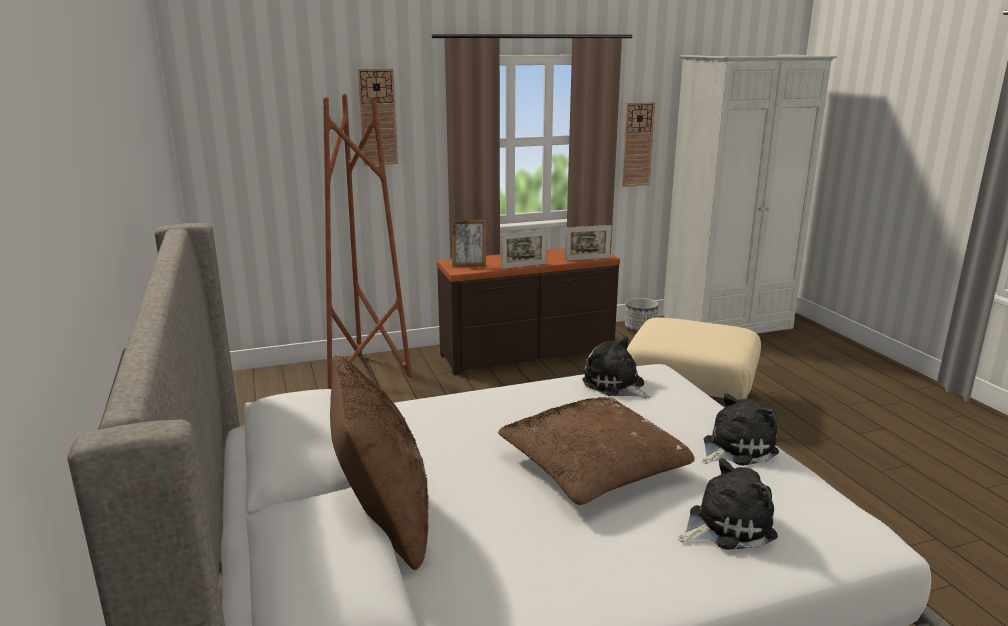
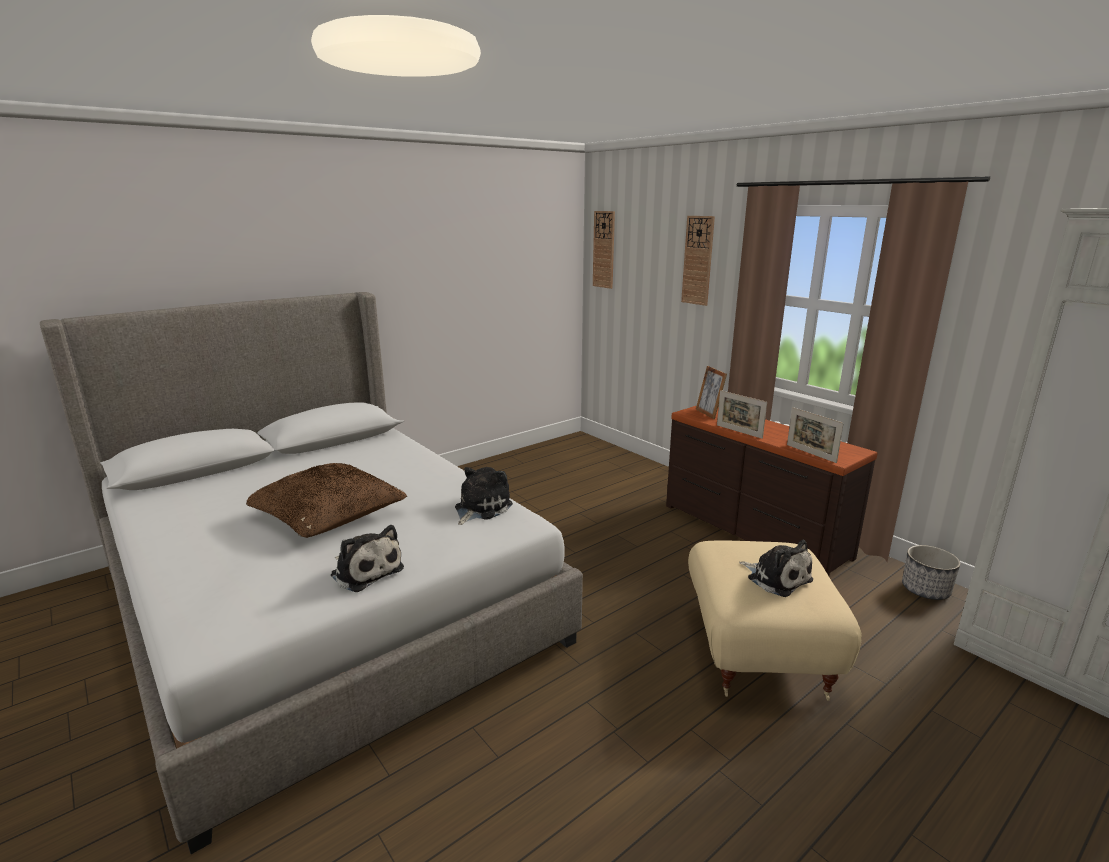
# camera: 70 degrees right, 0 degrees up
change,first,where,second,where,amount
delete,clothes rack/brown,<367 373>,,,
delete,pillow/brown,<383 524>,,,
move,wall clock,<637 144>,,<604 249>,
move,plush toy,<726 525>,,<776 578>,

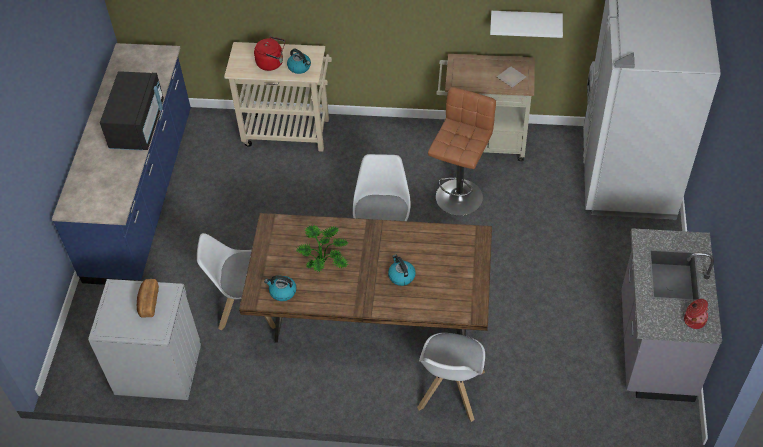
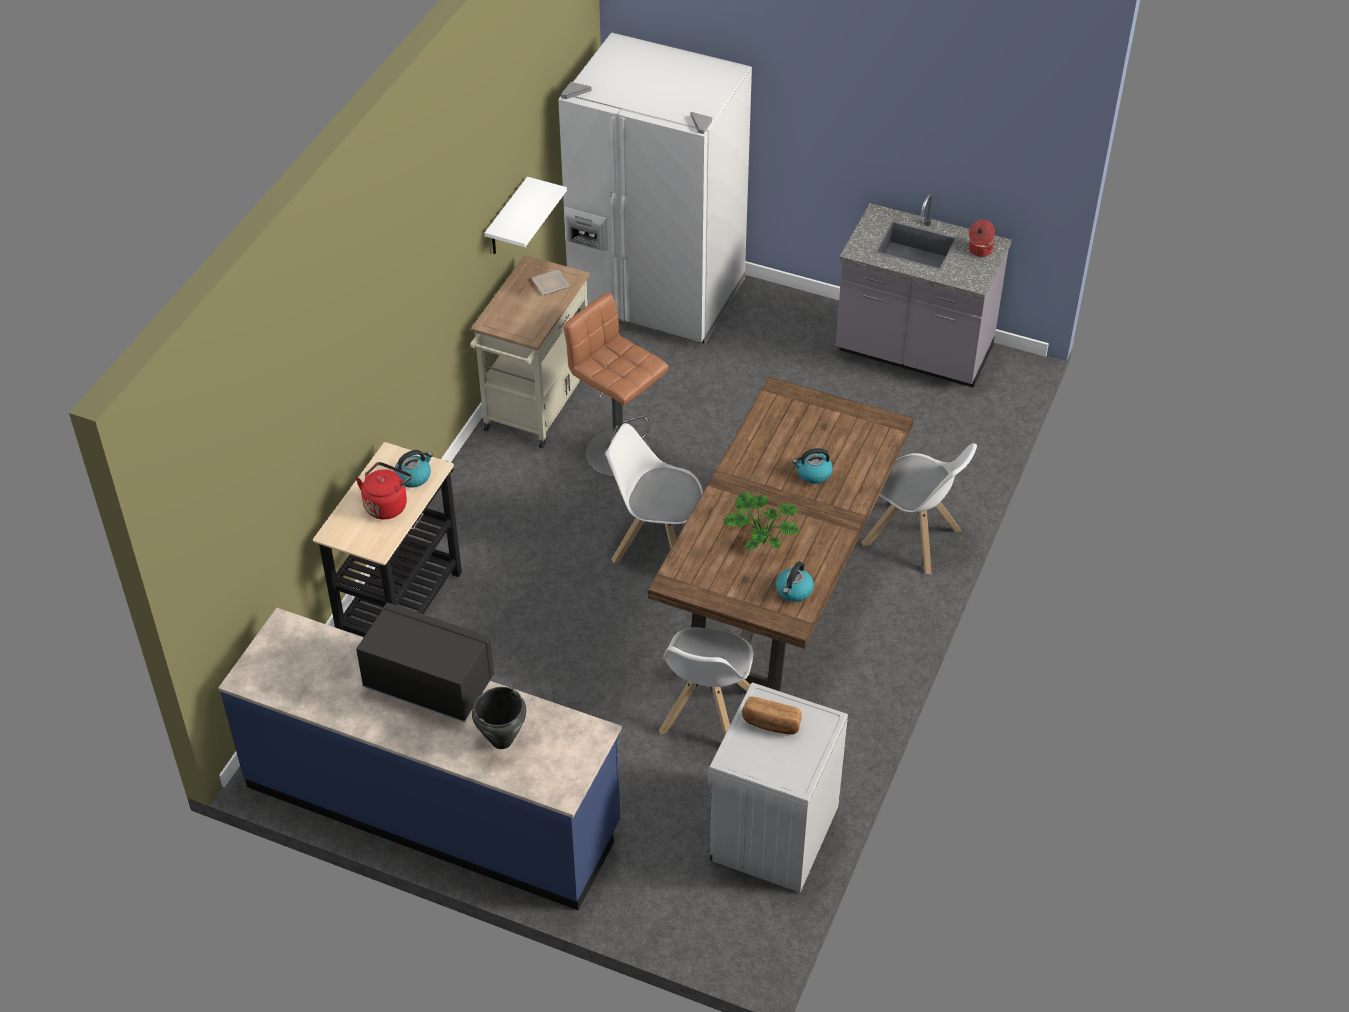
# camera: 75 degrees left, 5 degrees down
change,first,where,second,where,amount
recolor,cart/beige,<288 132>,cart/black,<402 604>,
insert,,,cooking pot/black,<501 740>,

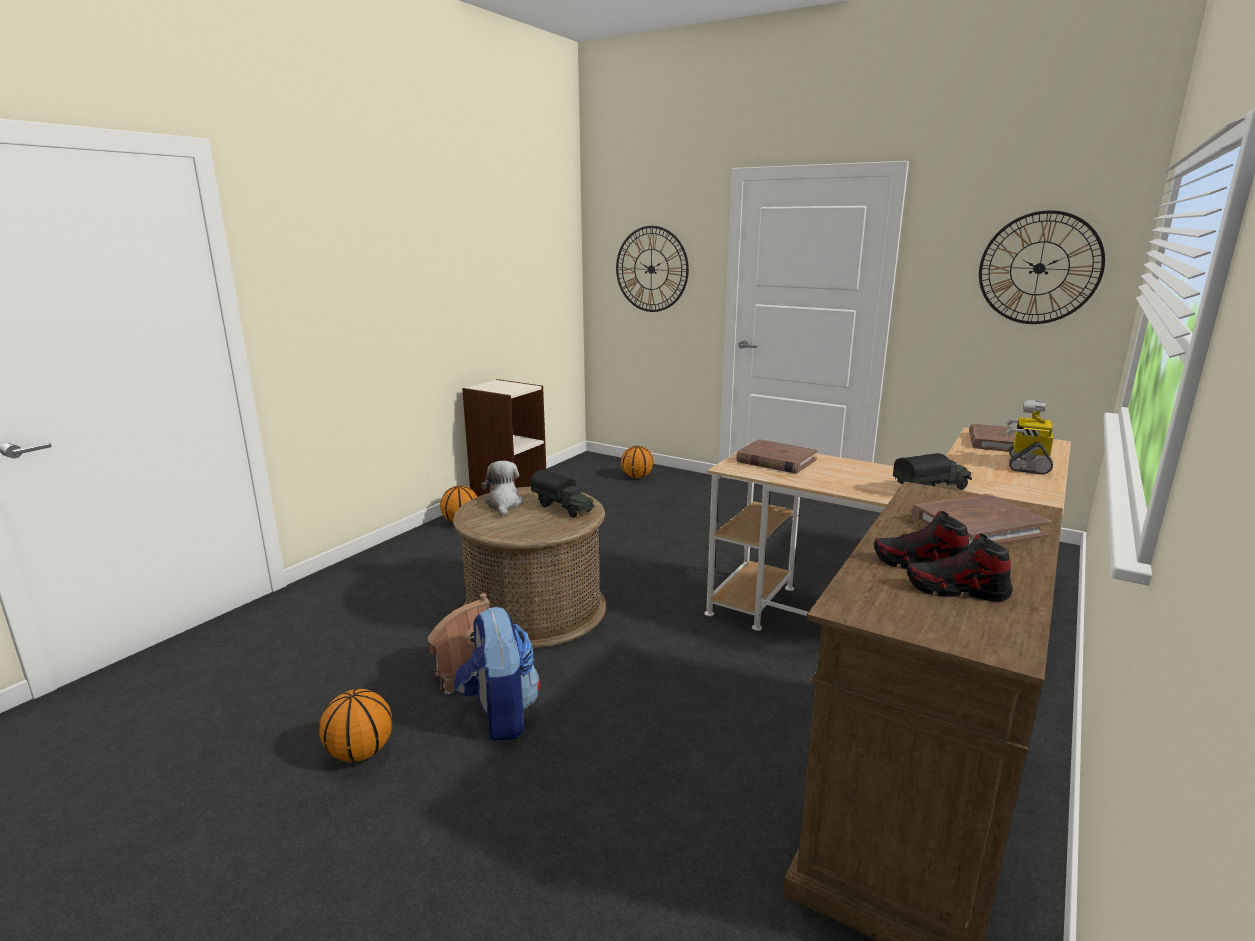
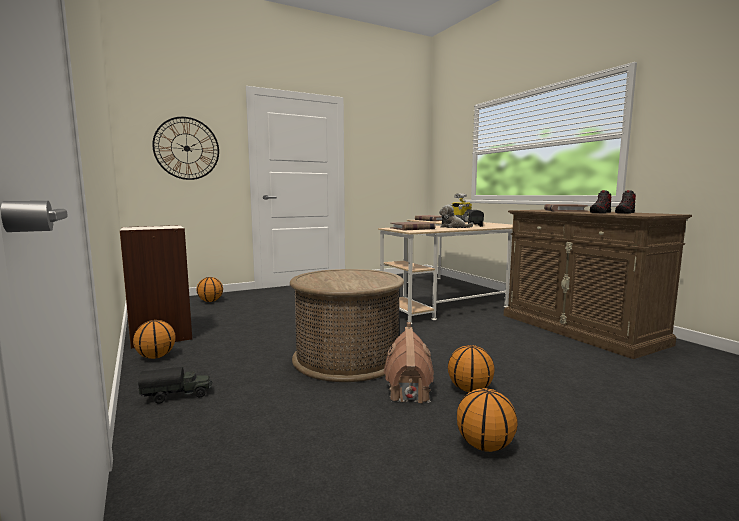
# camera: 60 degrees left, 10 degrees down
change,first,where,second,where,amount
replace,backpack,<499 715>,basketball,<469 389>,
move,plush toy,<503 504>,,<453 227>,
move,toy truck,<563 507>,,<178 395>,
delete,wall clock,<1039 268>,,,

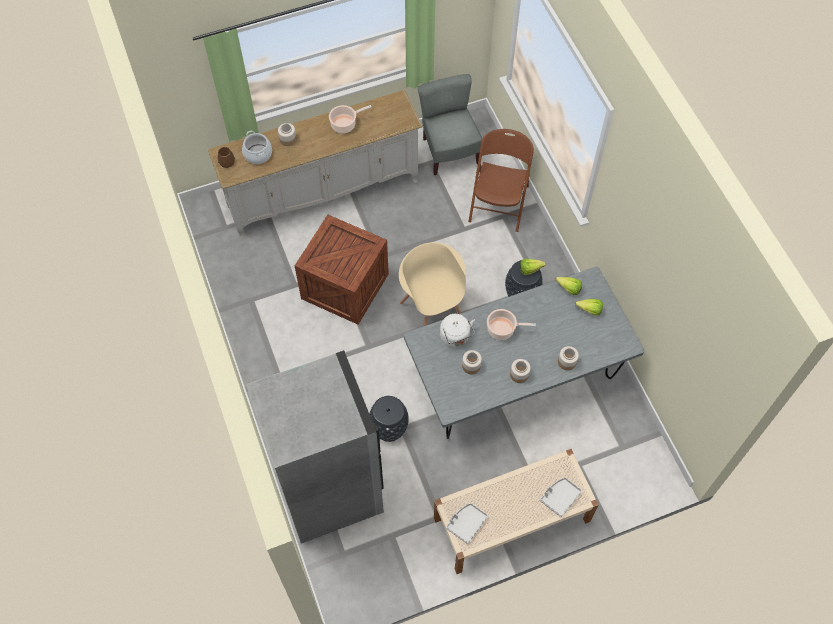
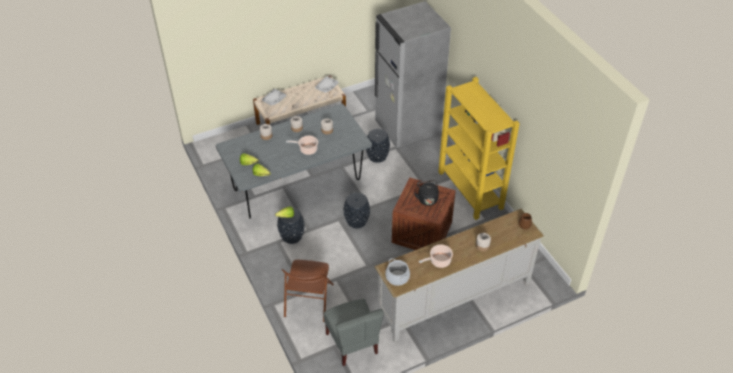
# camera: 175 degrees right, 15 degrees down
change,first,where,second,where,amount
move,cooking pot,<258 154>,,<397 277>,
replace,chair/beige,<432 311>,stool/black,<356 221>,
delete,kettle/white,<456 337>,,,
insert,,,kettle/black,<427 198>,
insert,,,bookcase/yellow,<470 190>,

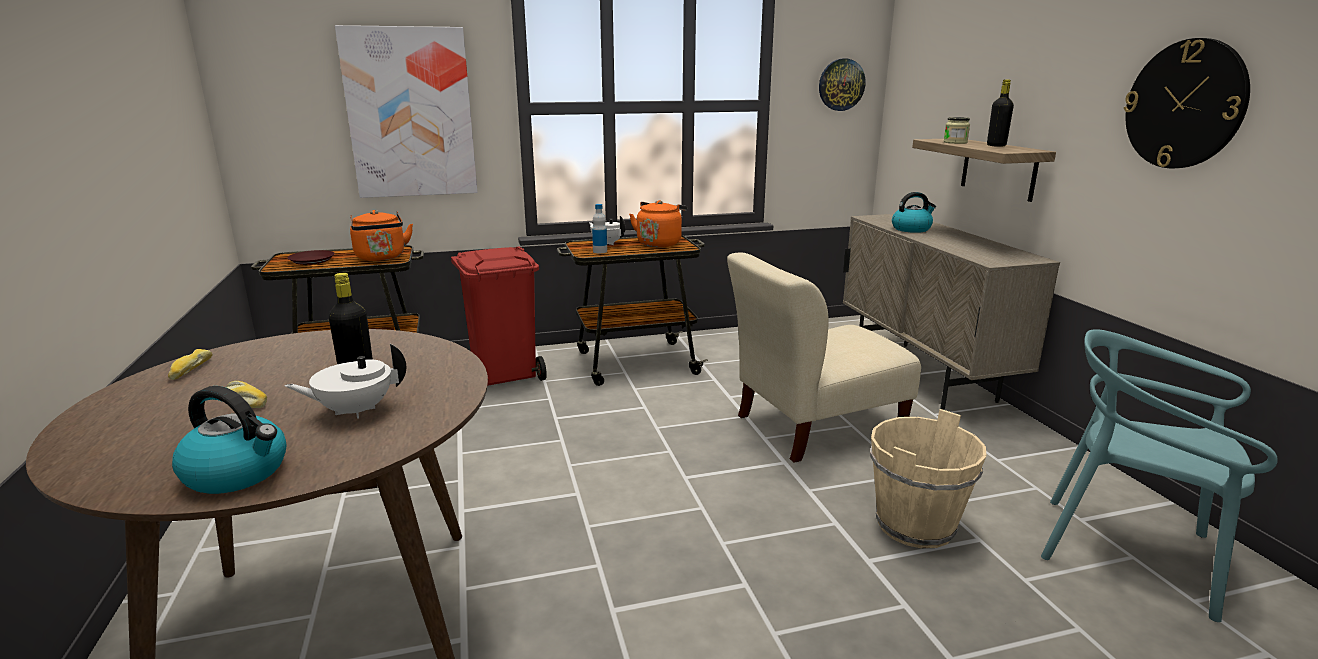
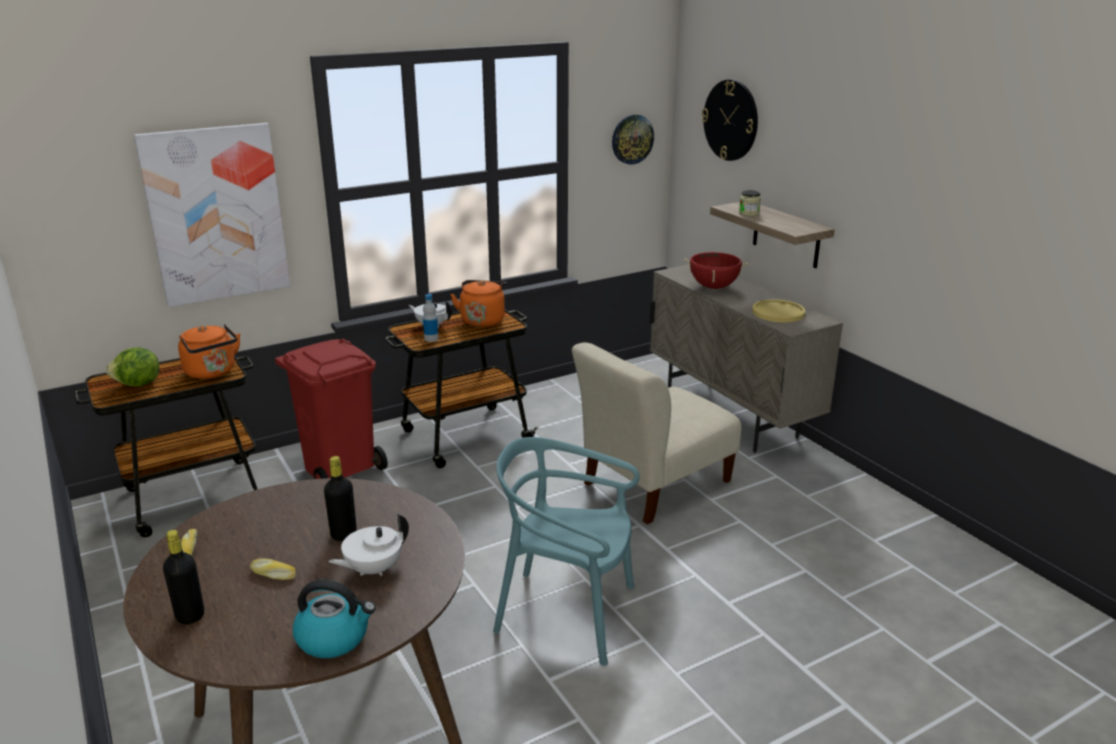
# camera: 15 degrees left, 5 degrees up
change,first,where,second,where,amount
replace,plate/brown,<312 261>,lettuce,<138 385>,
delete,bucket/beige,<915 526>,,,
replace,kettle,<911 229>,cooking pot/red,<713 287>,
move,bottle/black,<996 145>,,<190 616>,
move,chair/turquoise,<1128 552>,,<566 613>,
move,wall clock,<1185 104>,,<731 120>,
insert,,,plate/yellow,<778 312>,

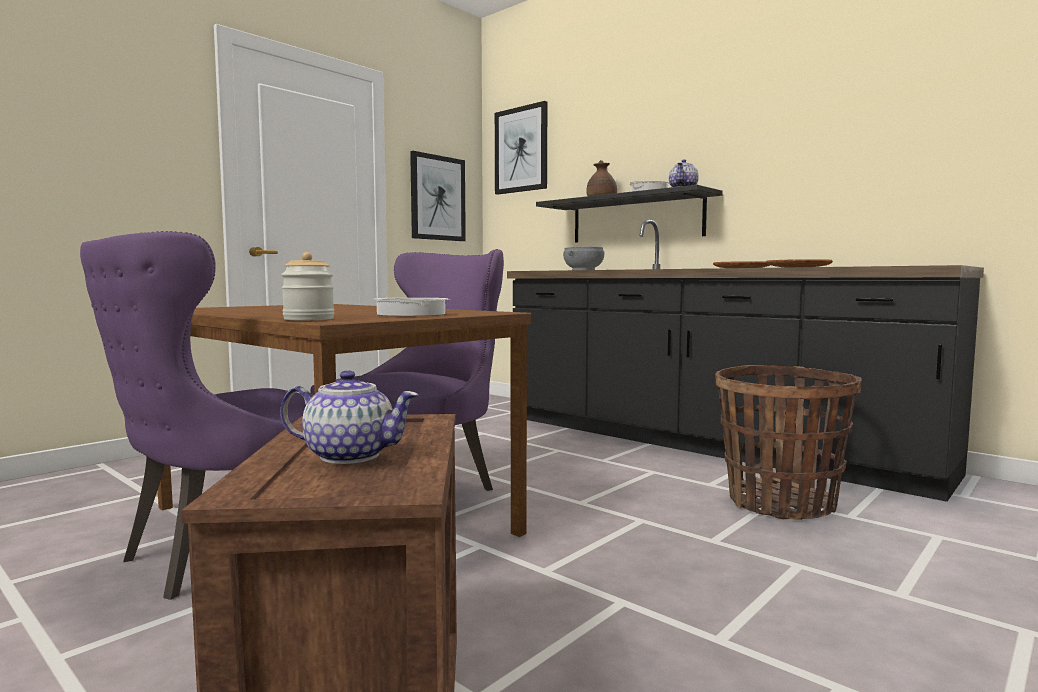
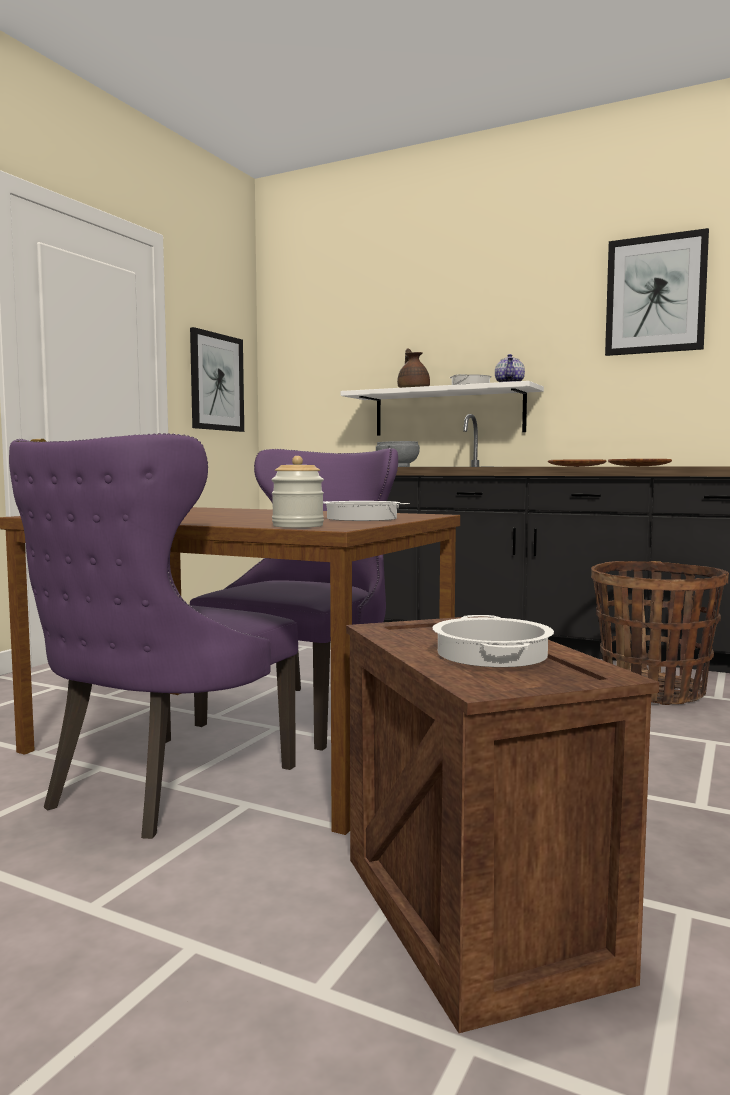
# camera: 15 degrees left, 0 degrees up
change,first,where,second,where,amount
replace,teapot,<349 455>,cooking pot,<490 653>,
move,picture,<521 149>,,<655 295>,
recolor,shelf/black,<636 219>,shelf/white,<448 412>,

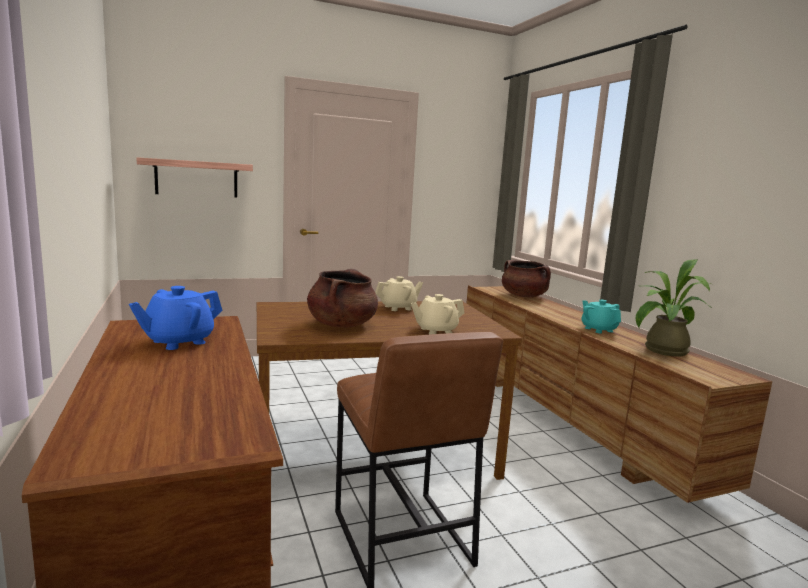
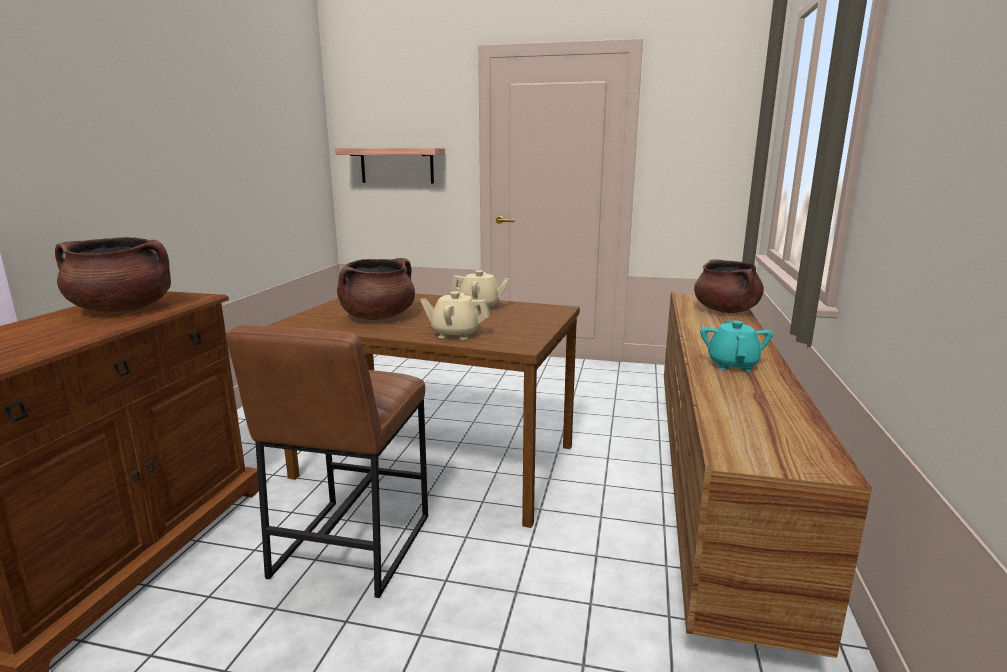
# camera: 35 degrees right, 5 degrees up
change,first,where,second,where,amount
replace,teapot/blue,<178 342>,cooking pot/brown,<123 309>,
delete,potted plant,<661 351>,,,

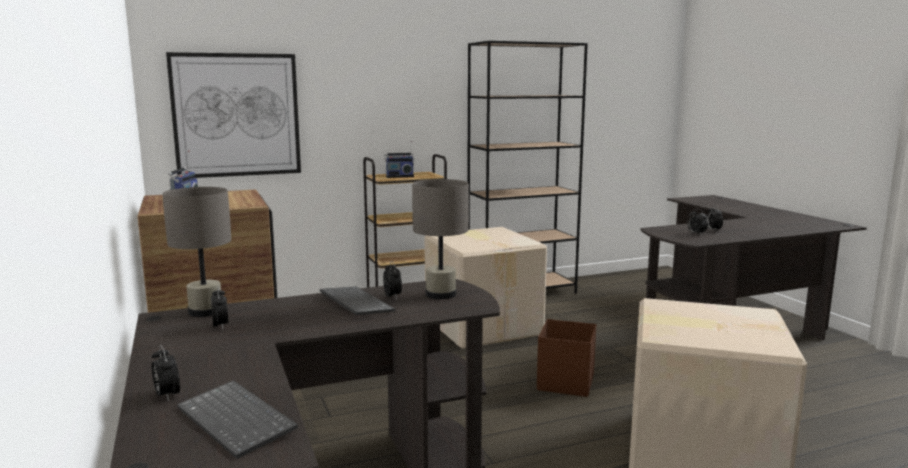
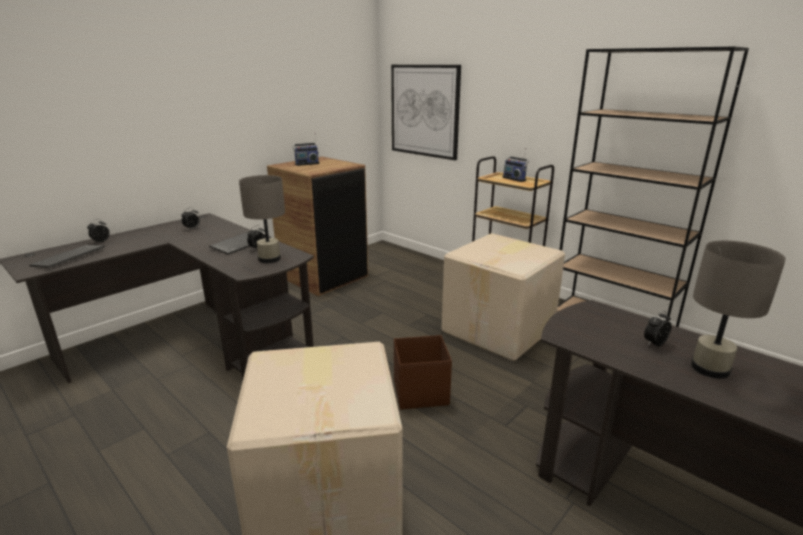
# camera: 65 degrees right, 10 degrees up
change,first,where,second,where,amount
move,table lamp/grey,<206 311>,,<711 368>,
delete,alarm clock,<696 234>,,,

